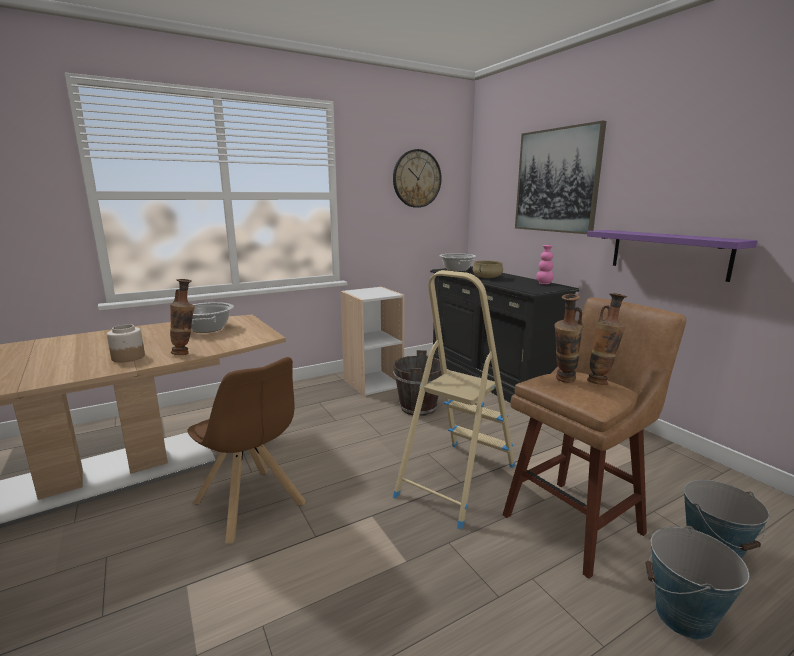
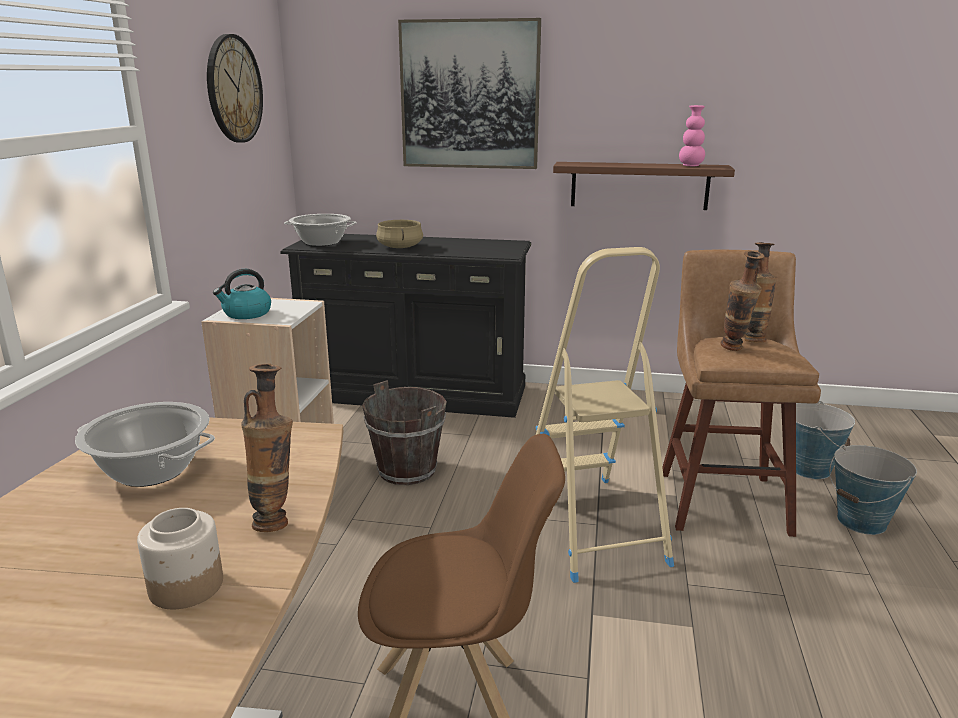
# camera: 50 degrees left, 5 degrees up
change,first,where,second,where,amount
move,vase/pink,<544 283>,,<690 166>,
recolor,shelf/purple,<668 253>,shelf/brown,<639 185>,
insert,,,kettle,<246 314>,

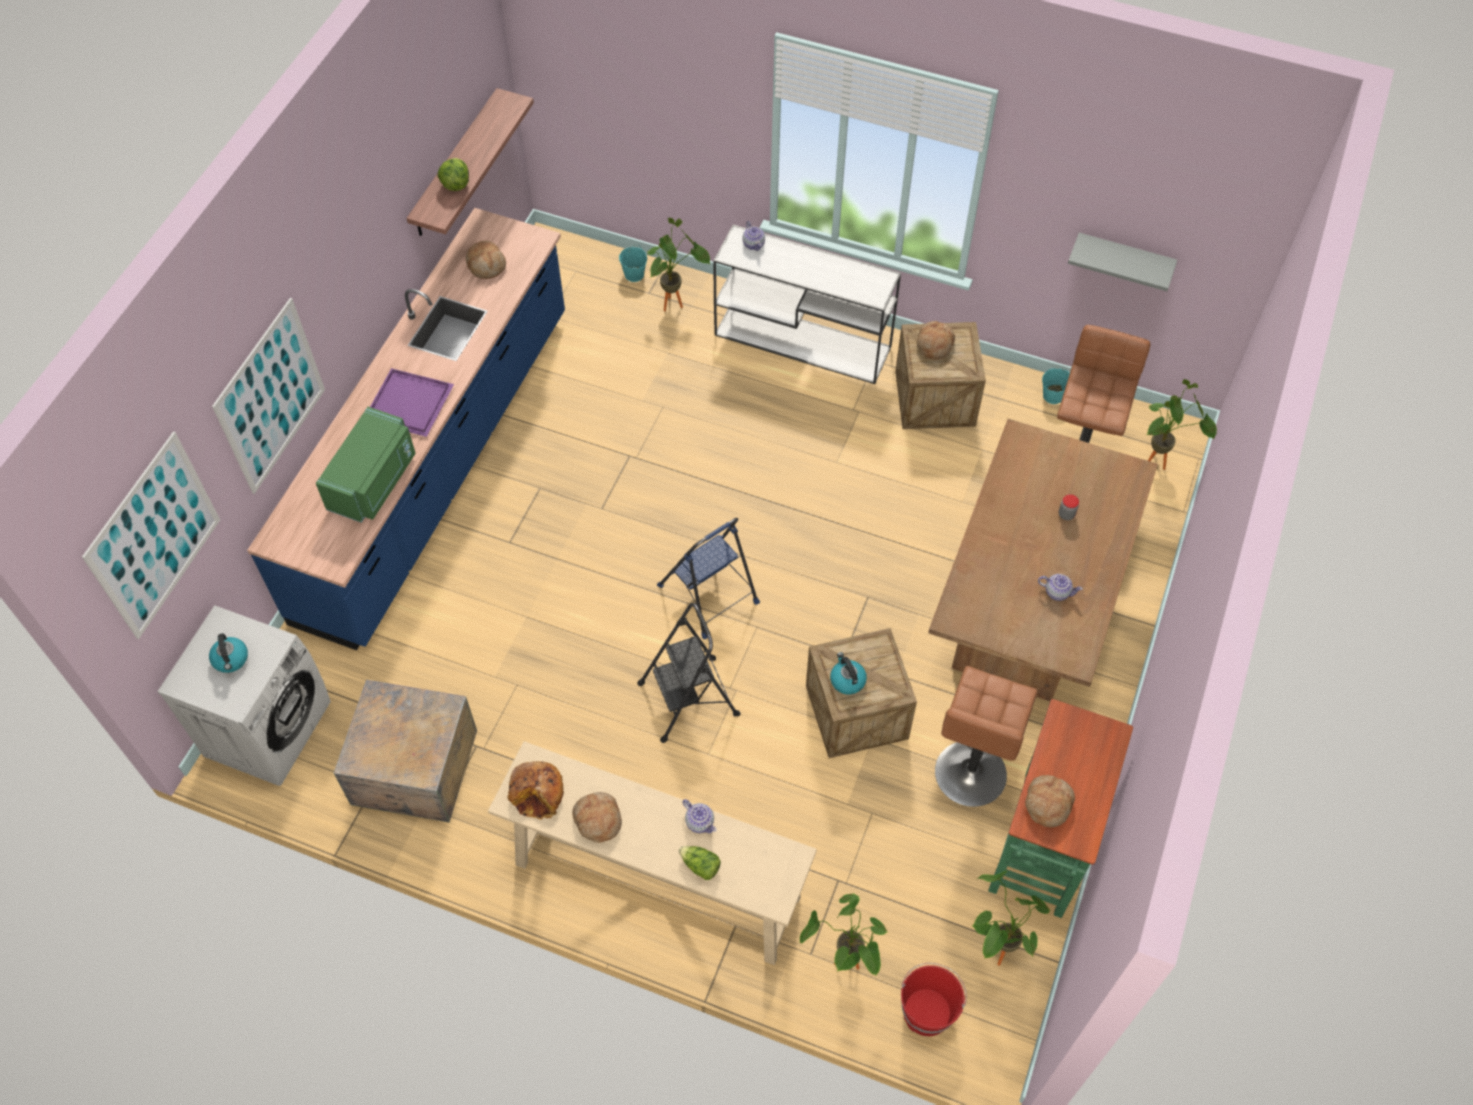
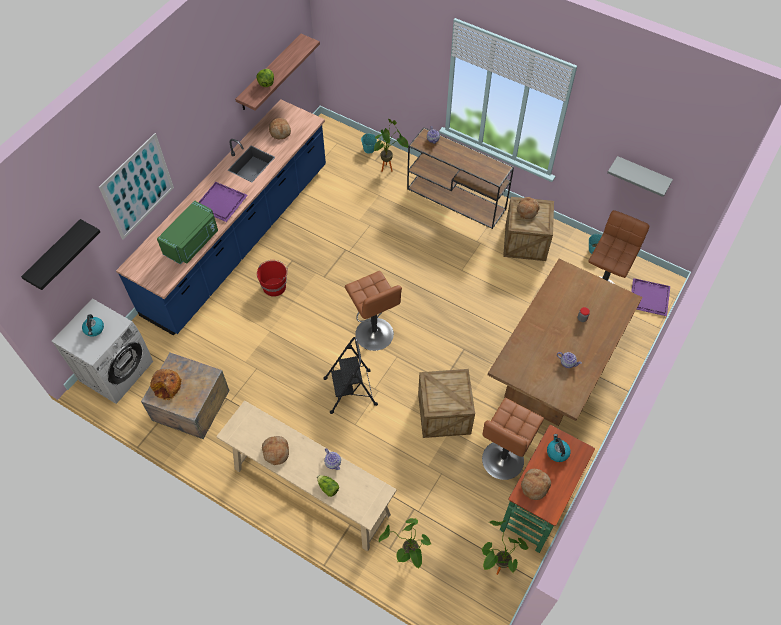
# camera: 10 degrees right, 0 degrees up
change,first,where,second,where,amount
replace,picture,<154 536>,shelf/black,<55 254>,
move,bread,<538 793>,,<167 386>,
replace,step ladder/blue,<709 595>,stool/brown,<374 334>,
recolor,console table/white,<804 341>,console table/brown,<457 199>,
move,kettle,<847 680>,,<557 452>,
move,bucket/red,<927 1010>,,<274 286>,
replace,potted plant,<1159 463>,tray/purple,<650 297>,

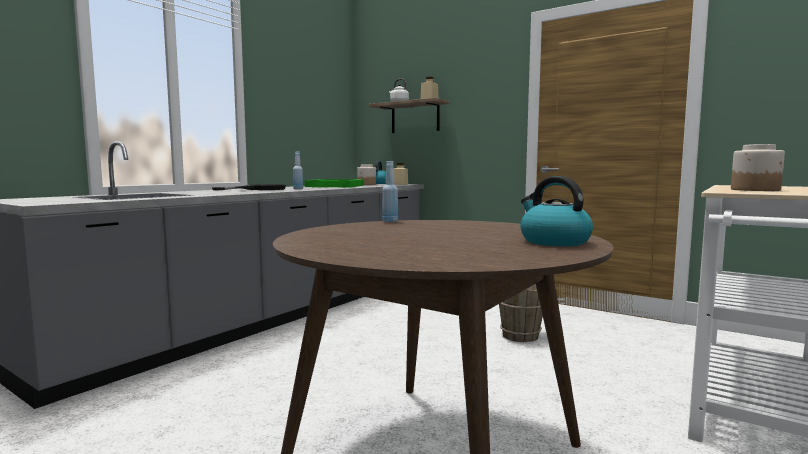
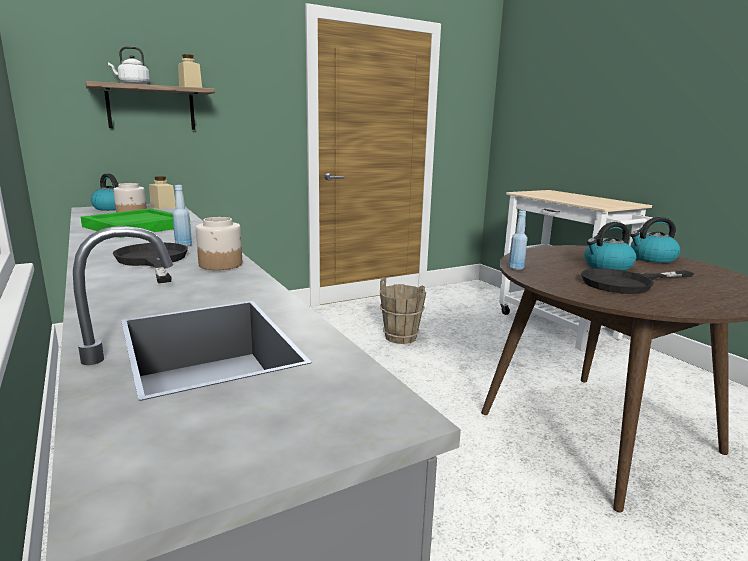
# camera: 65 degrees left, 10 degrees up
change,first,where,second,where,amount
move,jar,<755 190>,,<221 264>,
insert,,,frying pan/black,<626 283>,
insert,,,kettle,<607 266>,

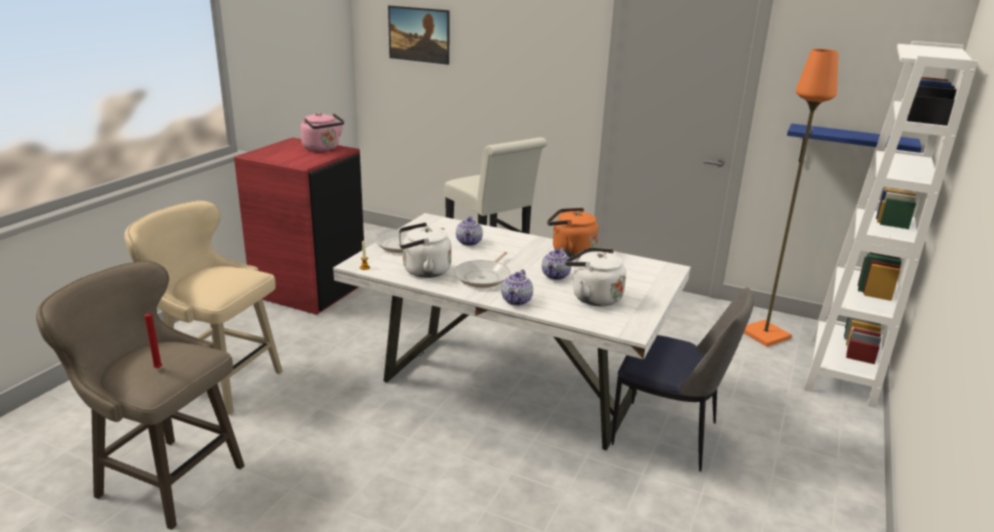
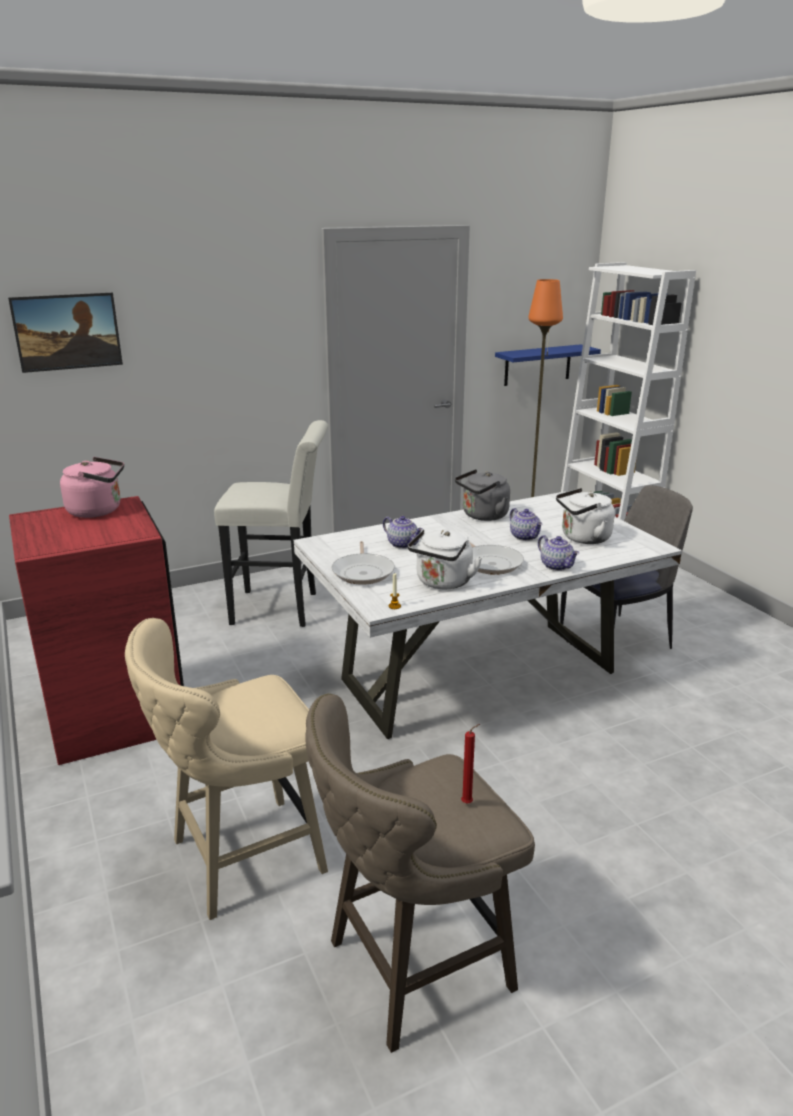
# camera: 50 degrees left, 0 degrees up
change,first,where,second,where,amount
recolor,kettle/orange,<570 251>,kettle/grey,<482 516>,

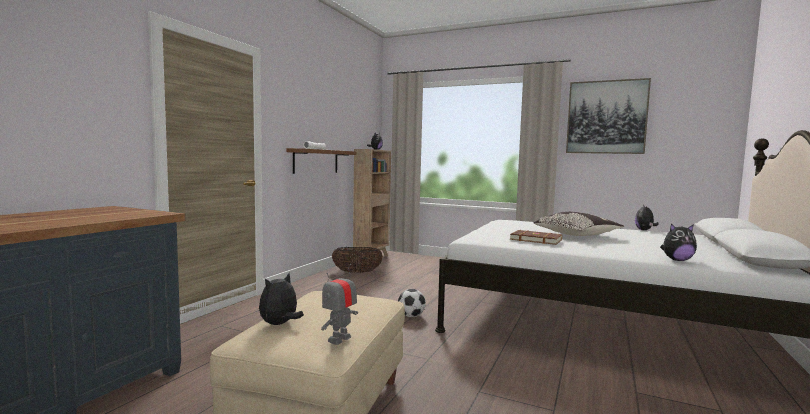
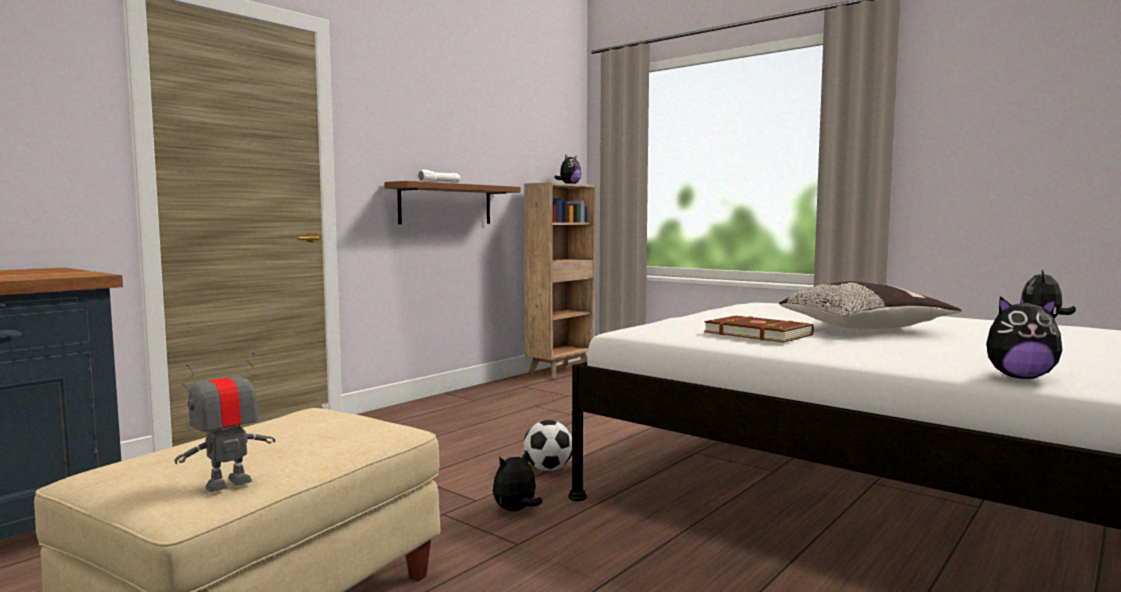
# camera: 15 degrees right, 0 degrees up
change,first,where,second,where,amount
move,plush toy,<280 324>,,<516 510>,
delete,basket,<357 272>,,,
delete,picture,<606 117>,,,

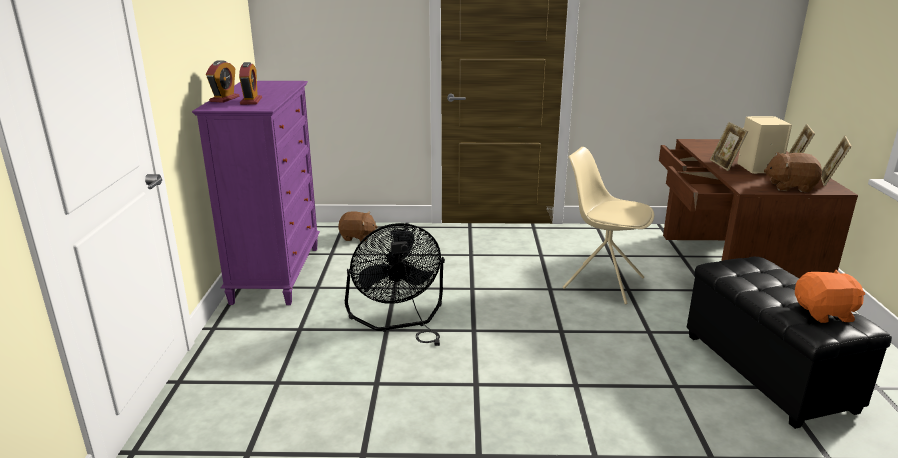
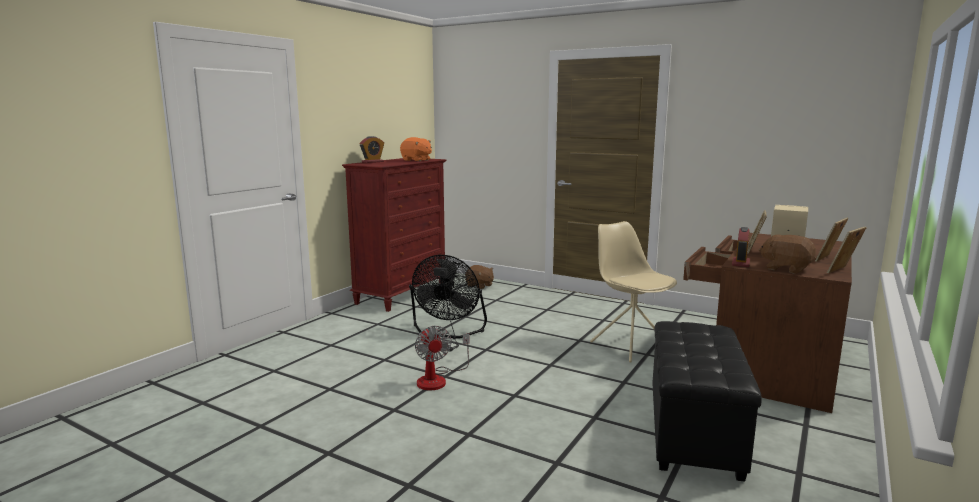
# camera: 30 degrees right, 10 degrees down
change,first,where,second,where,amount
recolor,dresser/purple,<276 274>,dresser/red,<401 295>,
move,alarm clock,<251 101>,,<740 263>,
move,plush toy/orange,<825 313>,,<416 160>,
insert,,,fan,<438 379>,

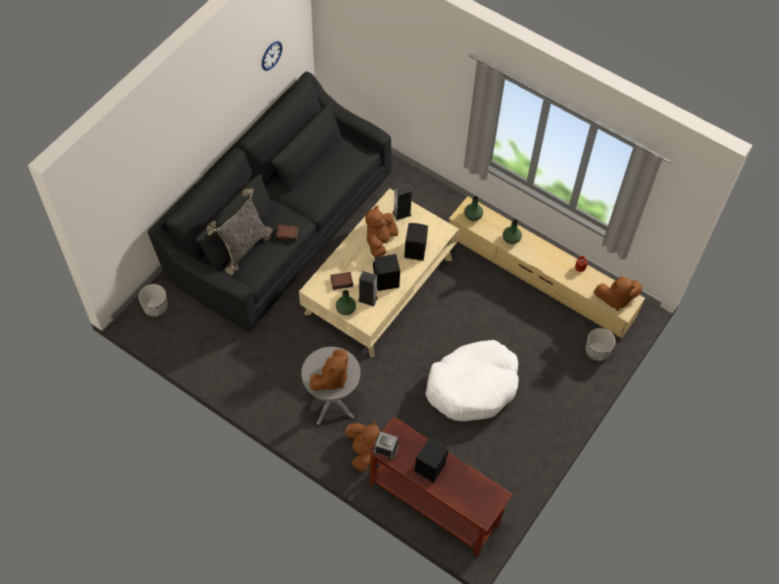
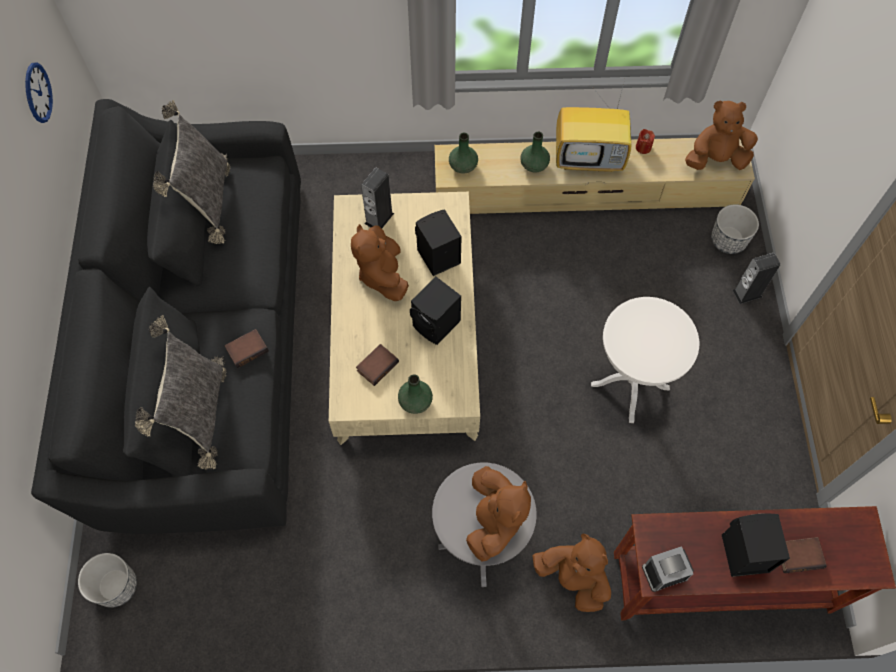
# camera: 35 degrees left, 5 degrees up
change,first,where,second,where,amount
move,speaker,<367 299>,,<747 293>,
replace,dog bed/white,<472 386>,side table/white,<630 386>,
rotate,plush toy/brown,<615 299>,,<716 159>,150 degrees counterclockwise
insert,,,pillow,<207 204>,
insert,,,television,<590 158>,
insert,,,book,<799 554>,

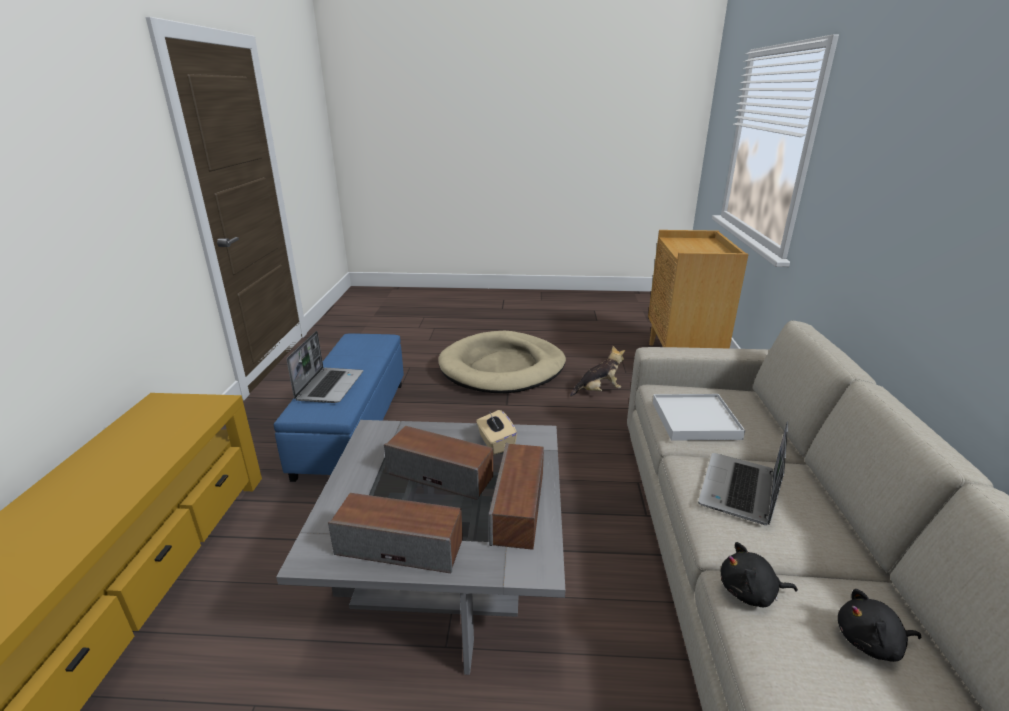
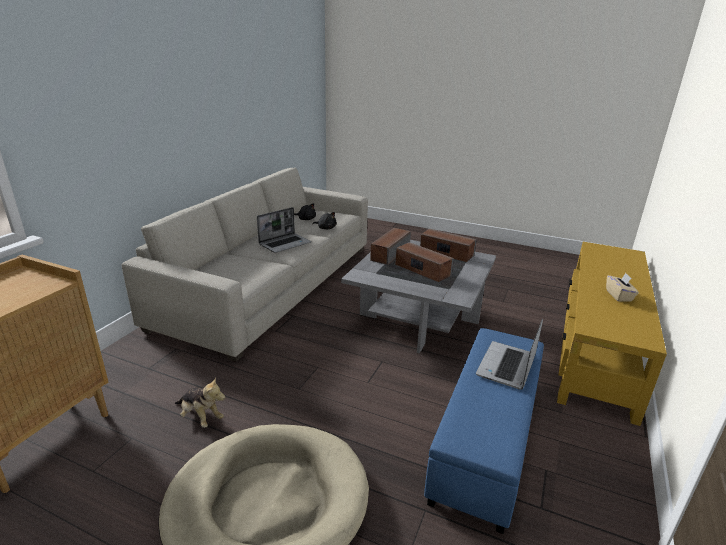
# camera: 160 degrees left, 0 degrees up
change,first,where,second,where,amount
move,tissue box/beige,<495 443>,,<619 296>,
rotate,plush toy,<598 391>,,<200 417>,150 degrees counterclockwise
delete,tray/white,<695 420>,,,

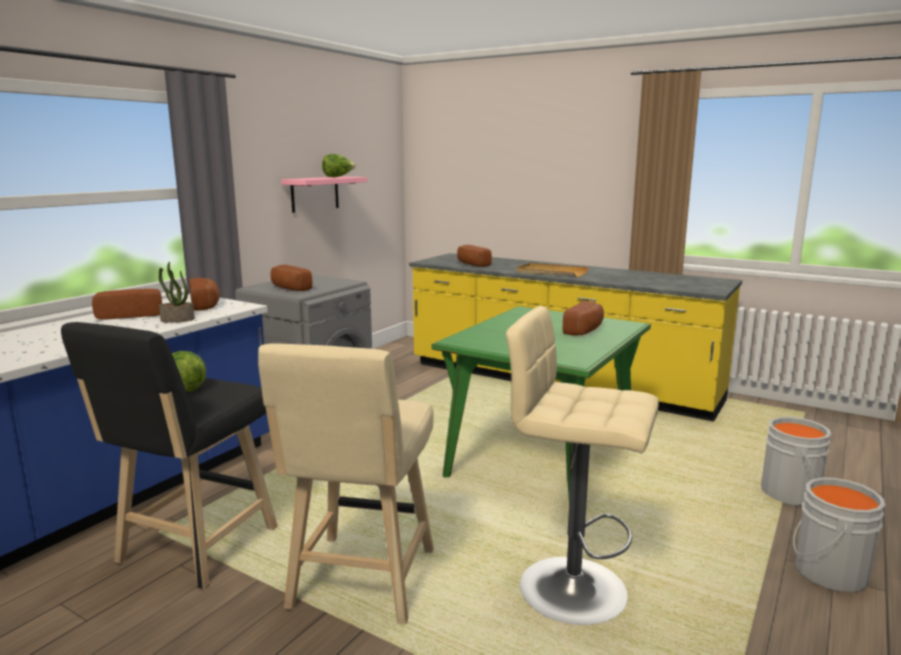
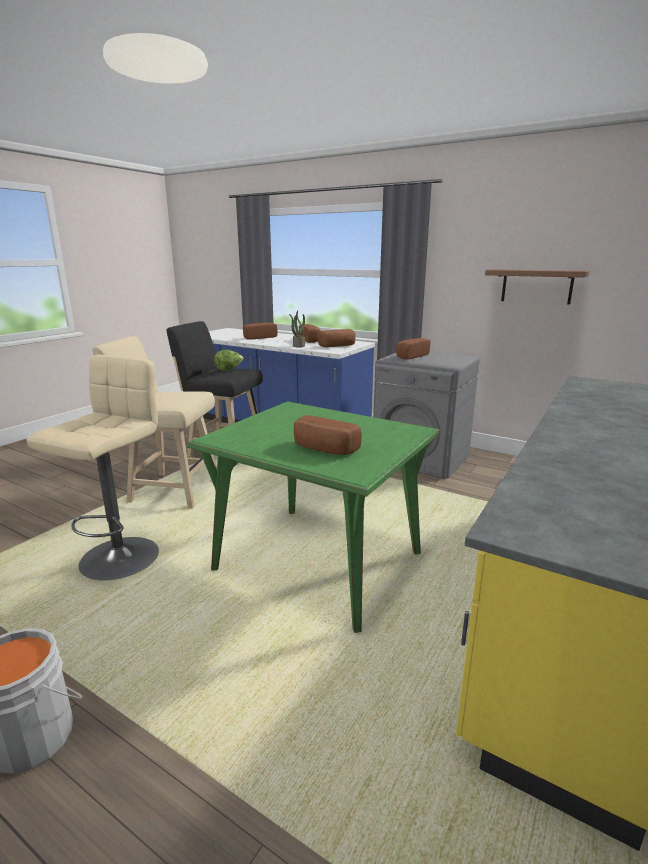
# camera: 90 degrees right, 5 degrees up
change,first,where,second,where,amount
recolor,shelf/pink,<315 194>,shelf/brown,<536 286>,
delete,lettuce,<338 177>,,,
move,bread,<471 264>,,<259 337>,
delete,tray/beige,<551 273>,,,
delete,bucket/grey,<793 493>,,,

